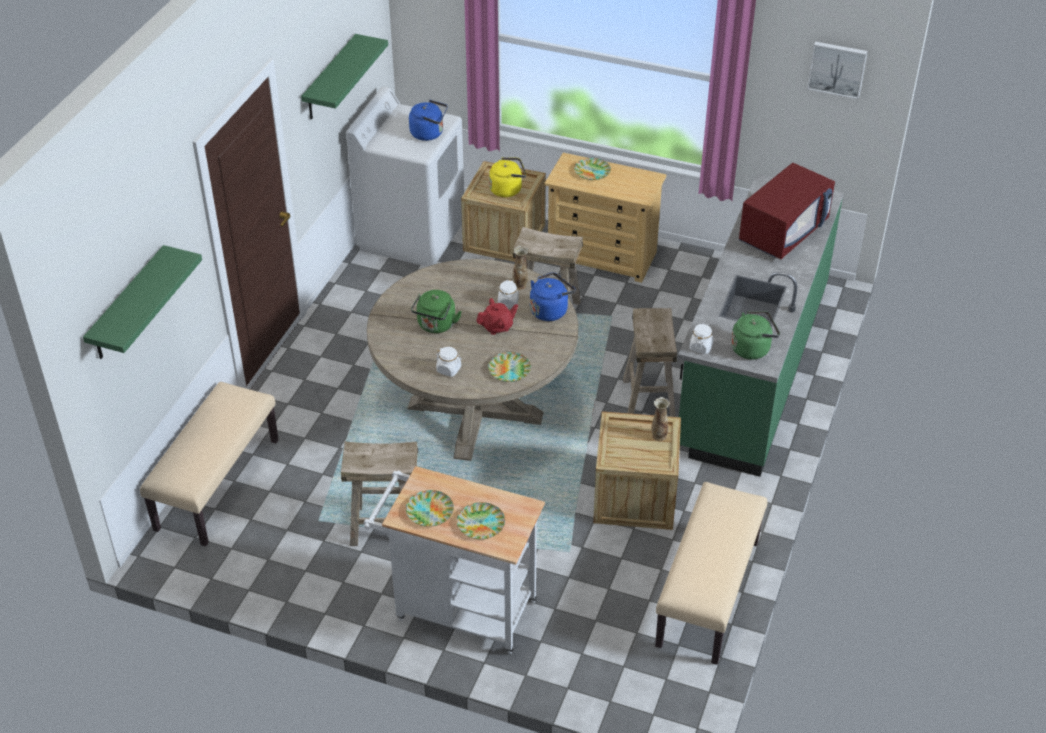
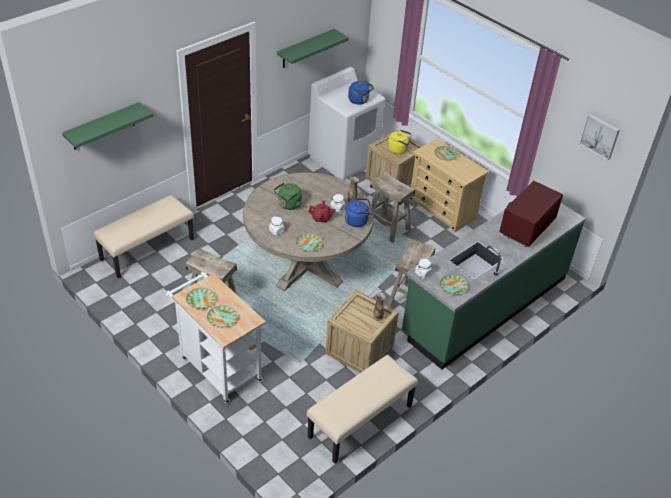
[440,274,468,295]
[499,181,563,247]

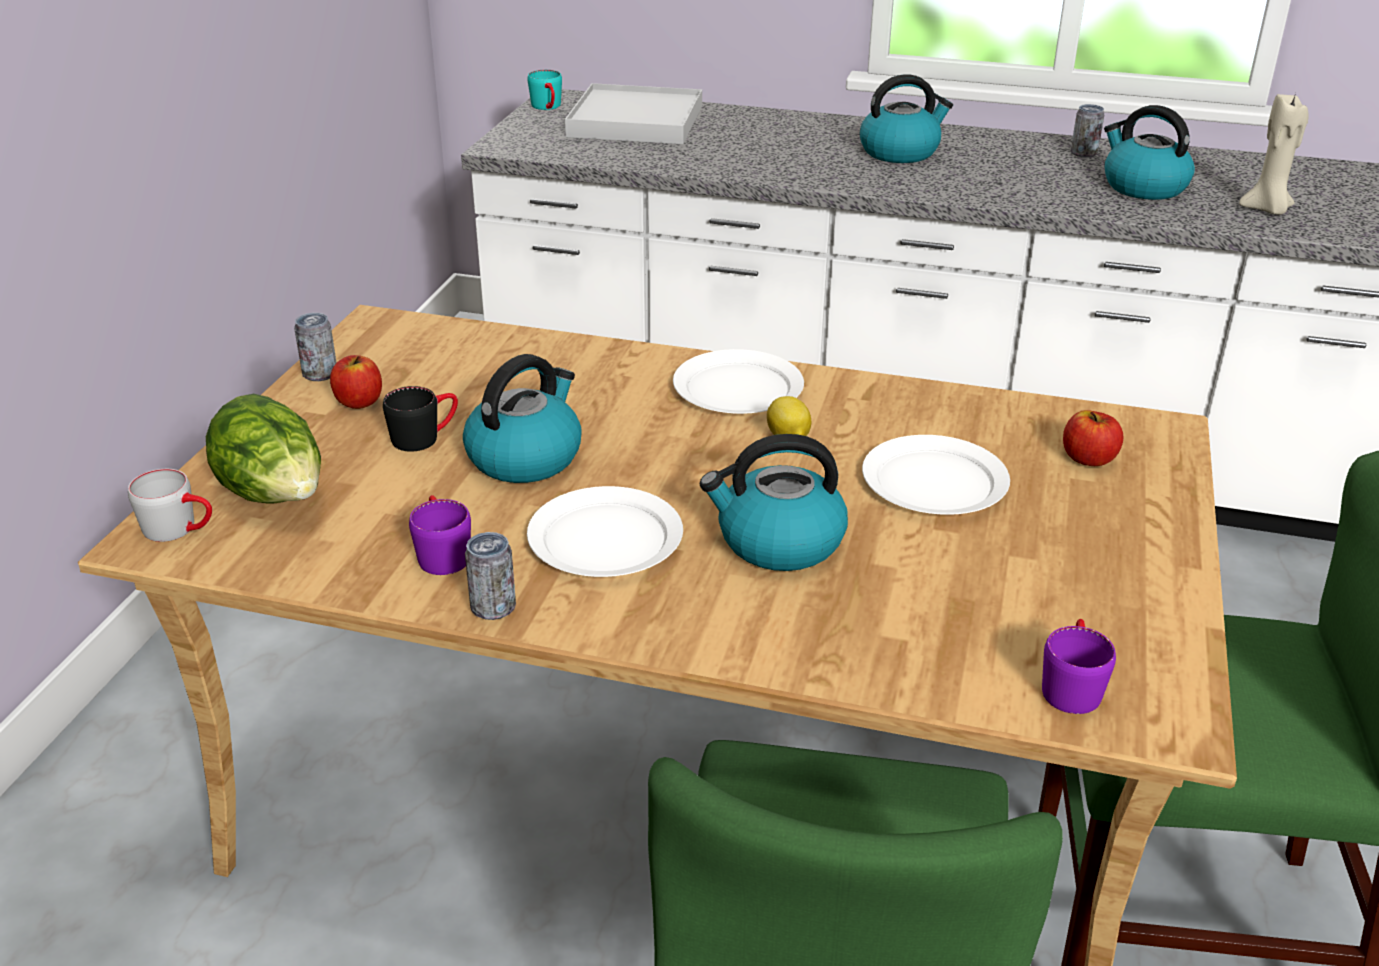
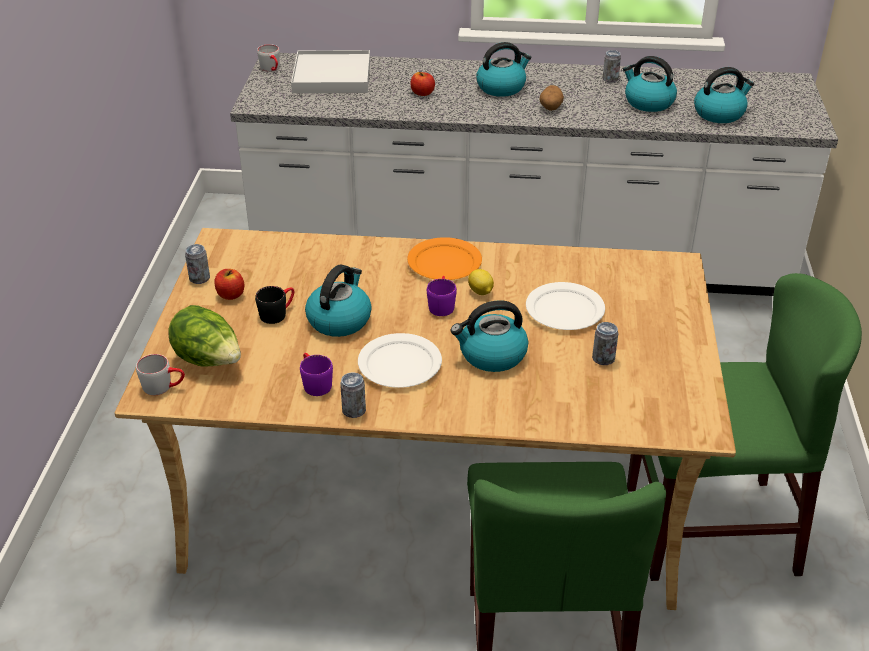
[539,85,564,111]
[592,322,618,365]
[427,276,457,316]
[410,72,435,96]
[694,67,754,123]
[257,44,280,72]
[407,237,482,280]

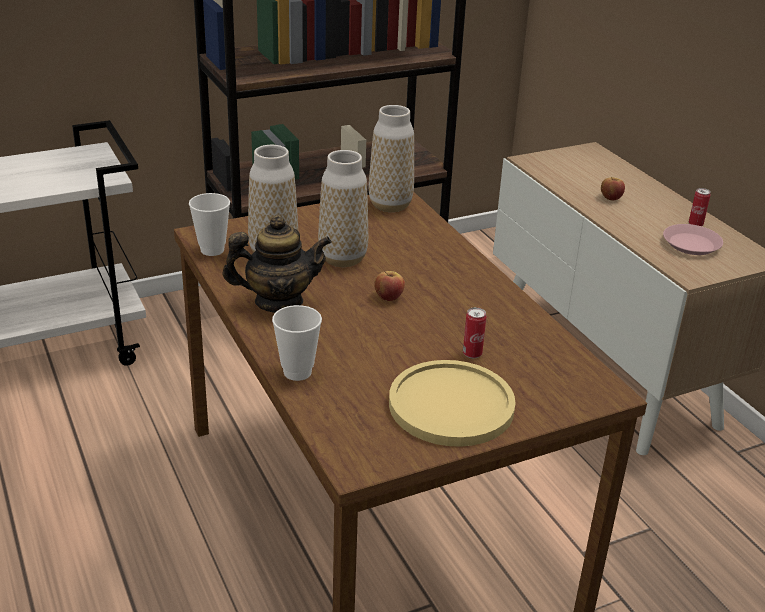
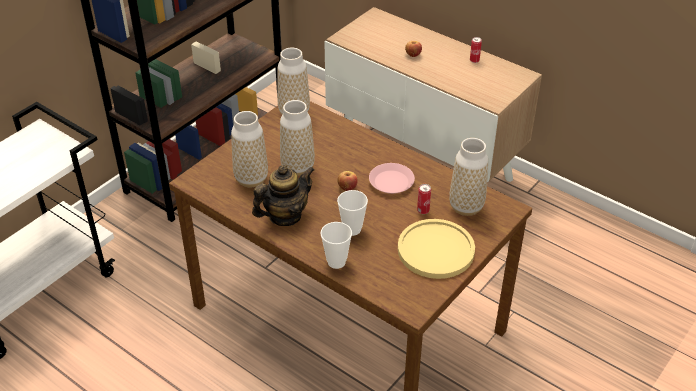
[449,138,488,216]
[337,190,368,236]
[369,163,415,194]

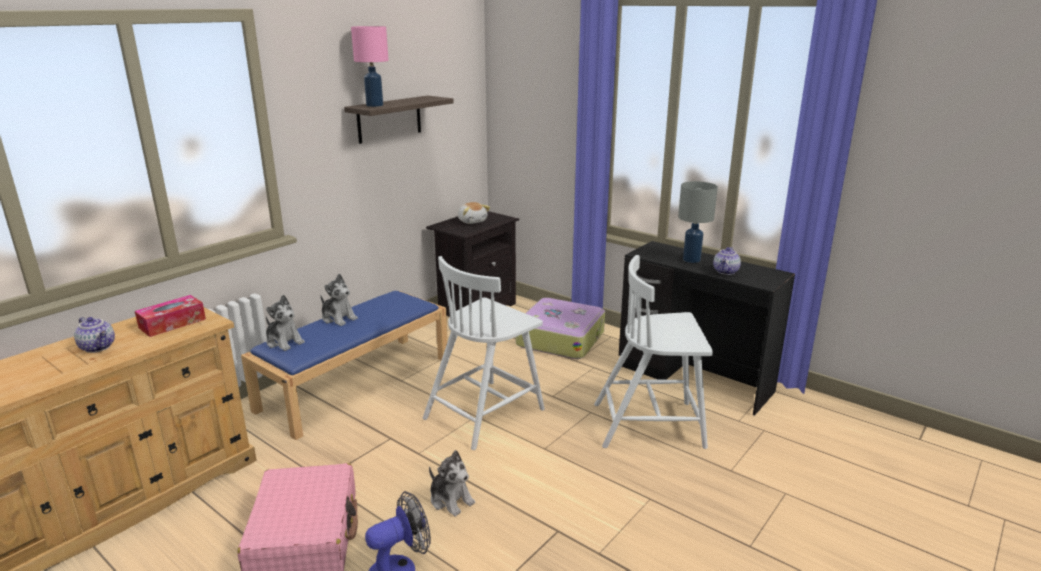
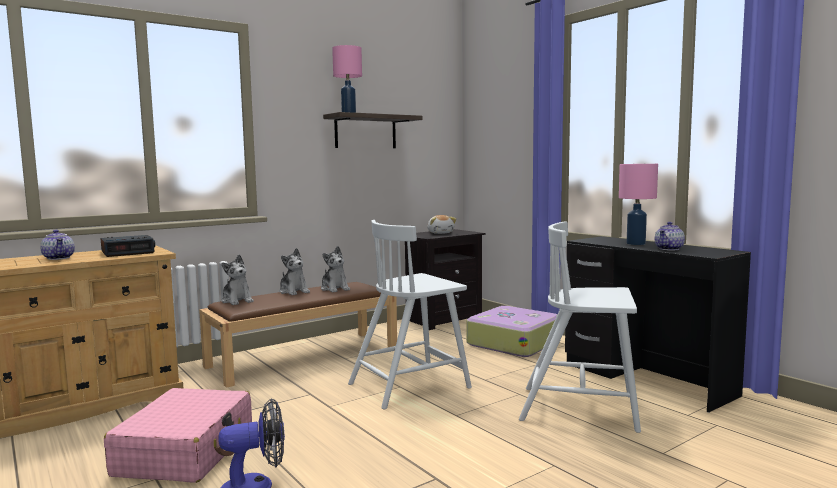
[321,246,350,292]
[101,235,155,257]
[199,282,397,388]
[619,164,658,245]

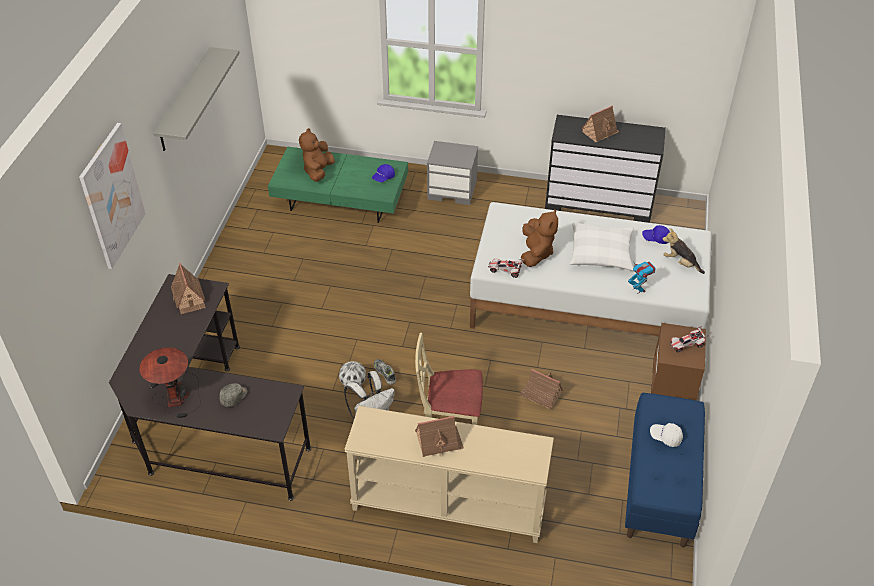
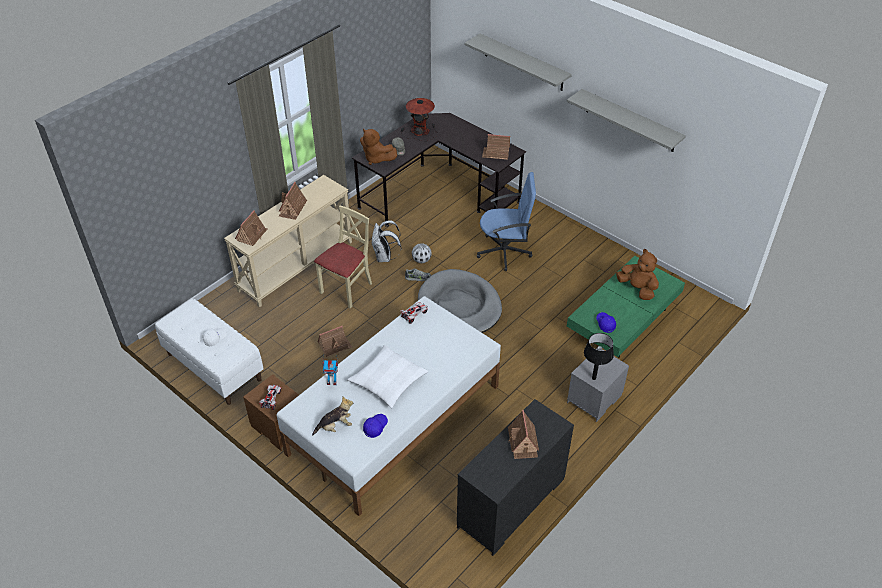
[235,210,268,246]
[418,269,502,333]
[477,172,536,271]
[584,333,614,380]
[360,129,397,165]
[465,33,572,91]
[155,299,264,405]

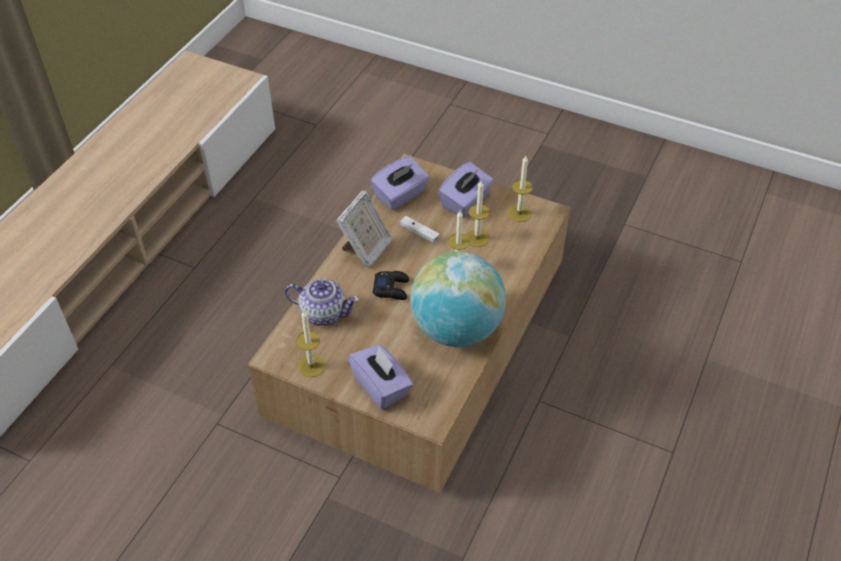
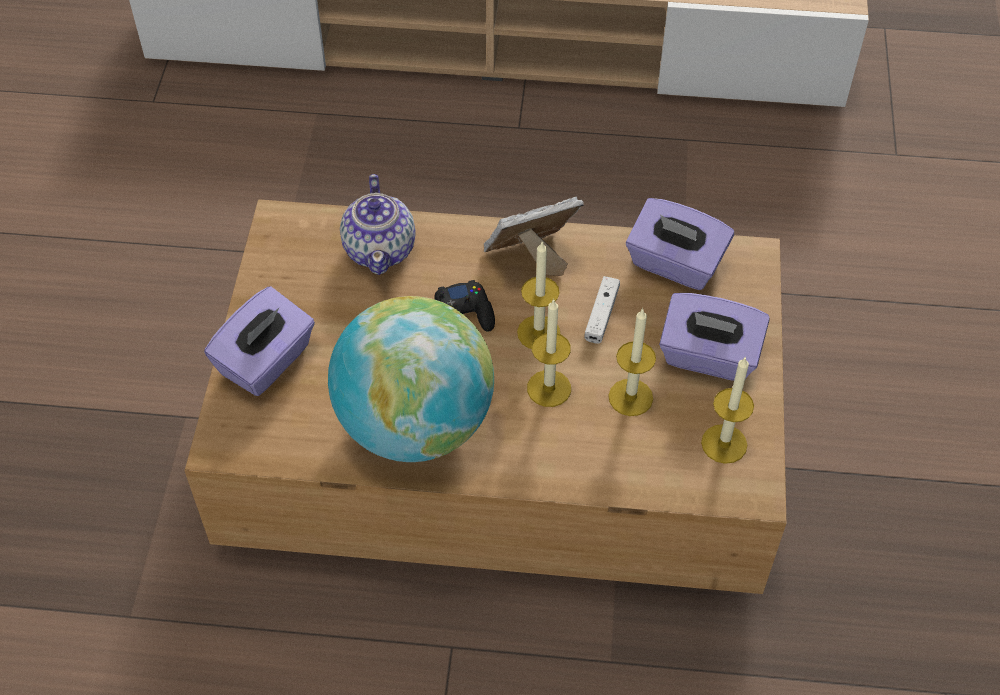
[517,242,560,349]
[484,196,584,276]

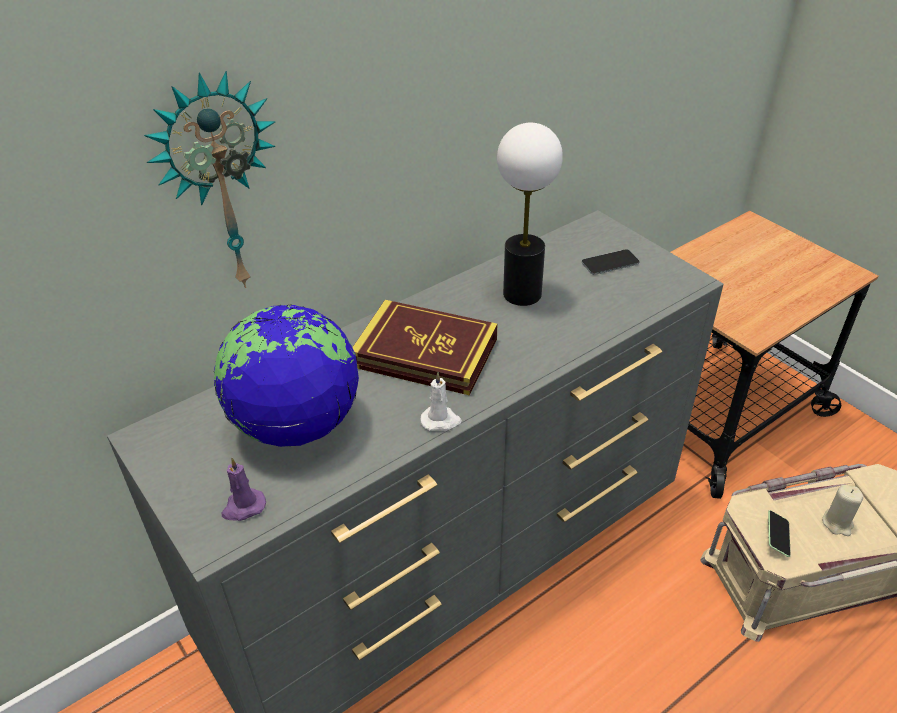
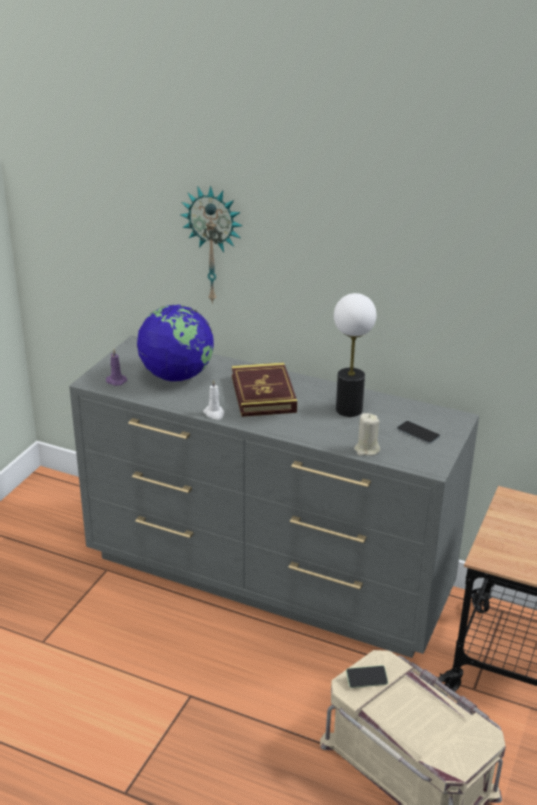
[354,413,380,456]

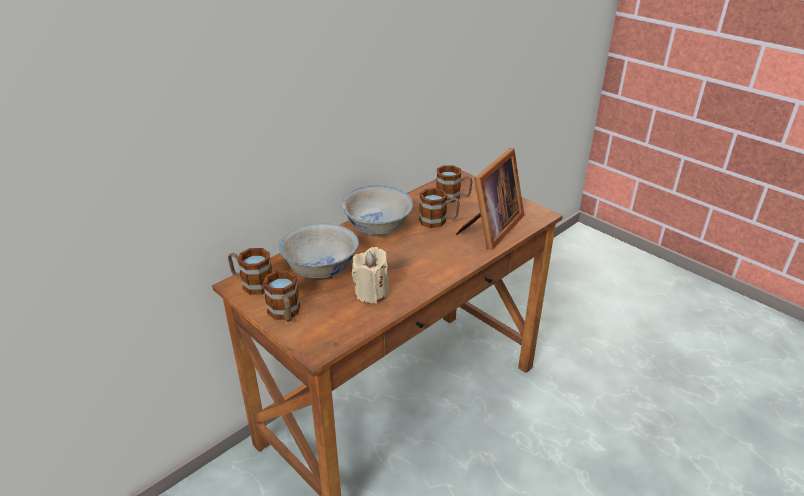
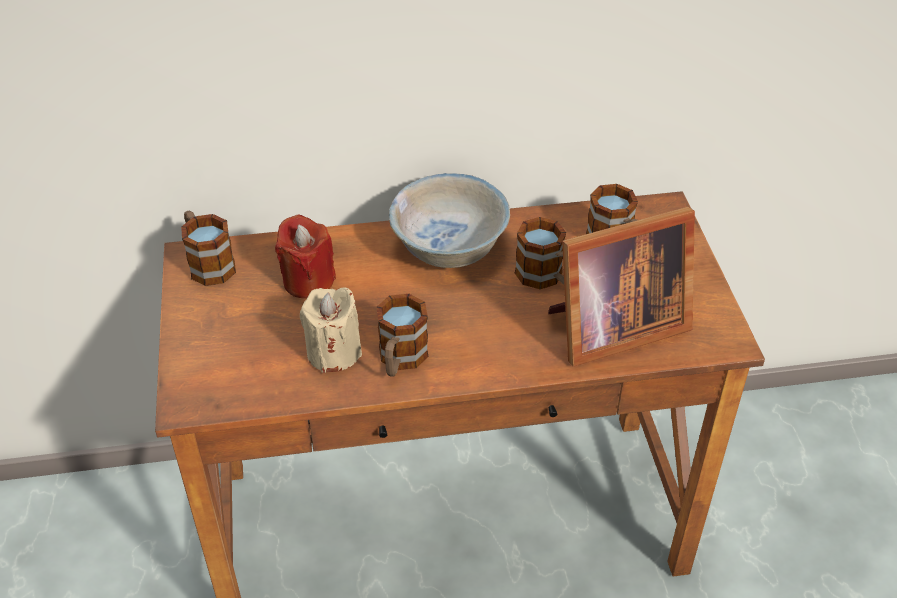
[376,294,428,377]
[275,214,336,299]

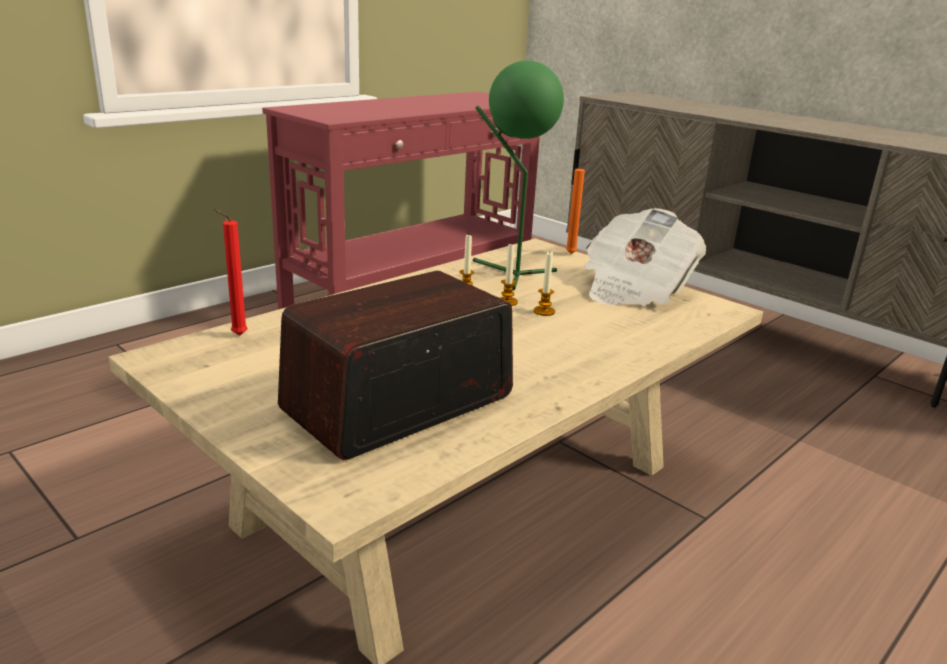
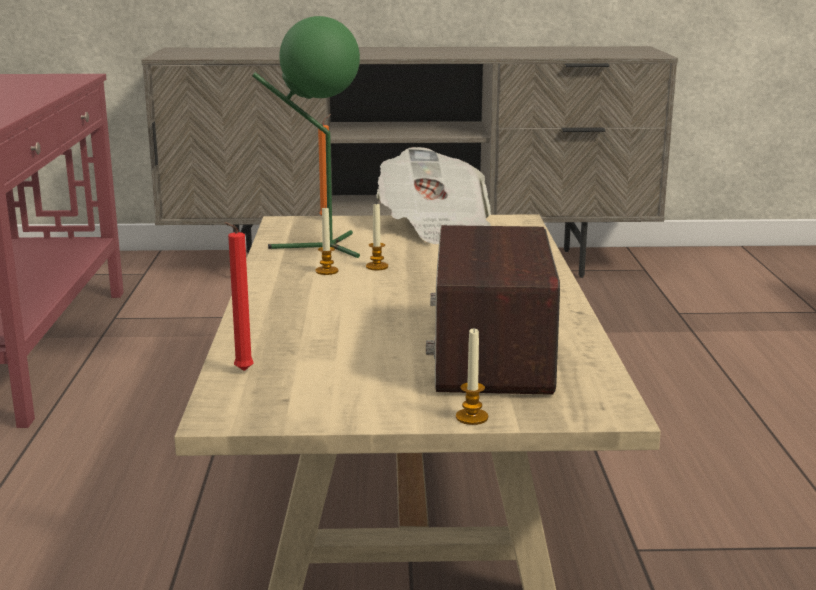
[456,328,488,425]

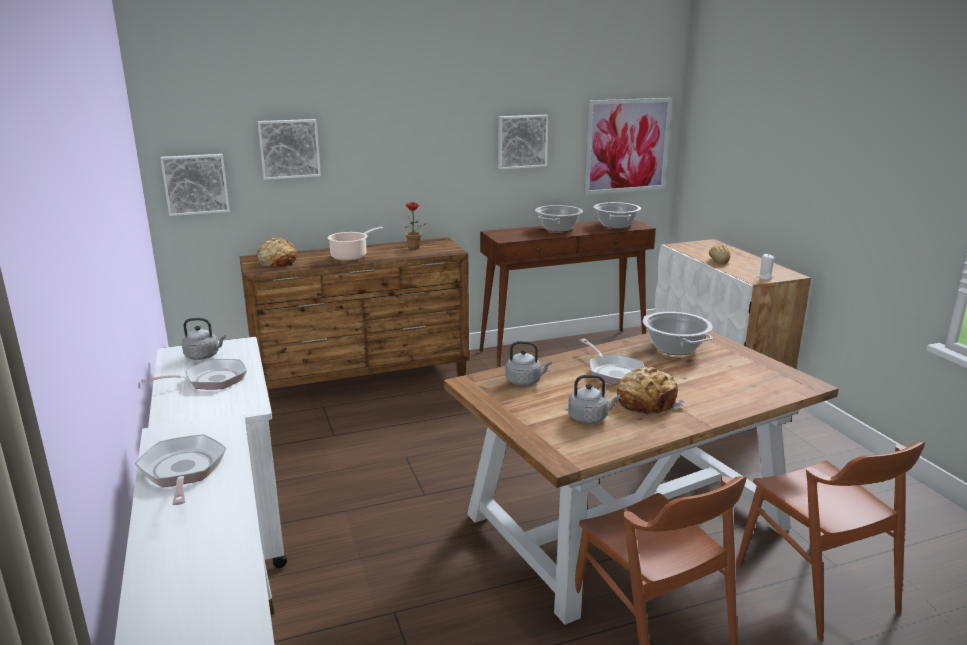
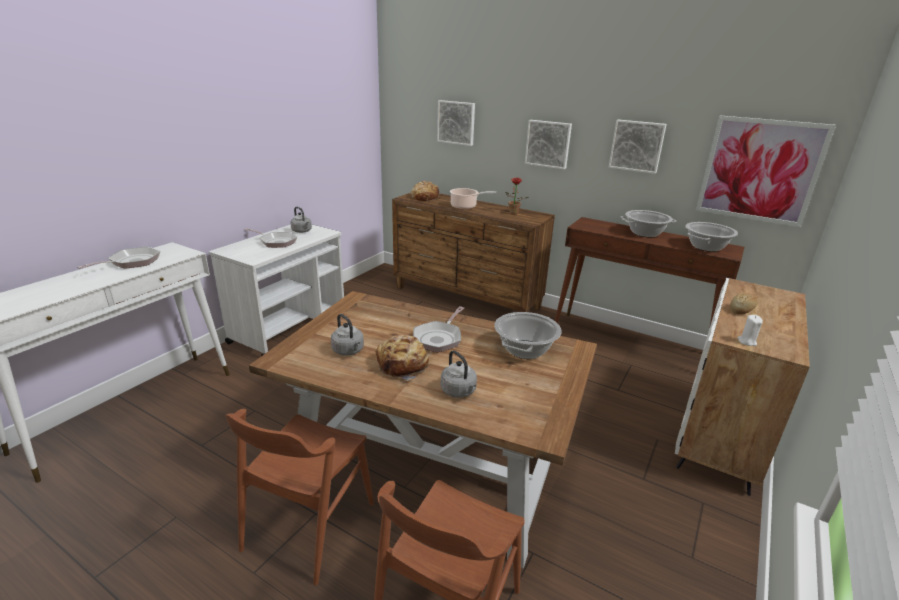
[525,120,572,169]
[441,350,477,398]

